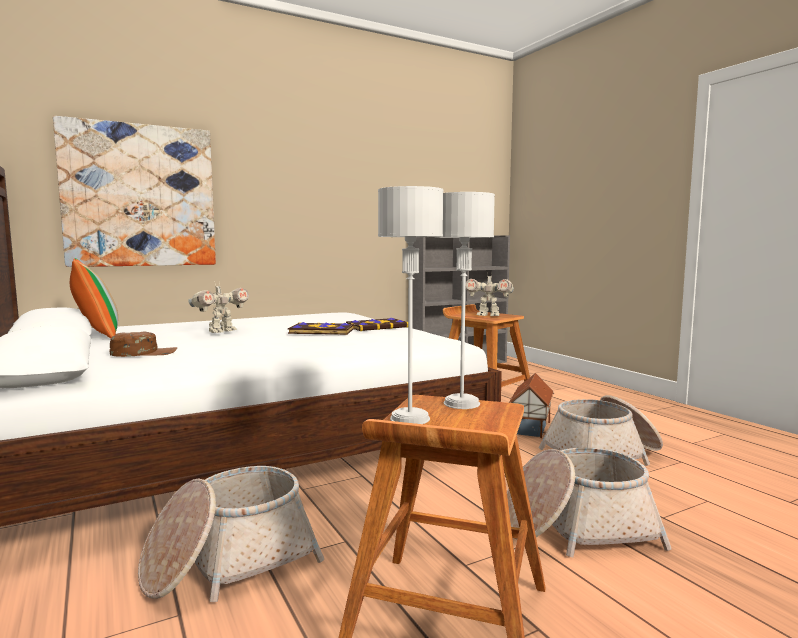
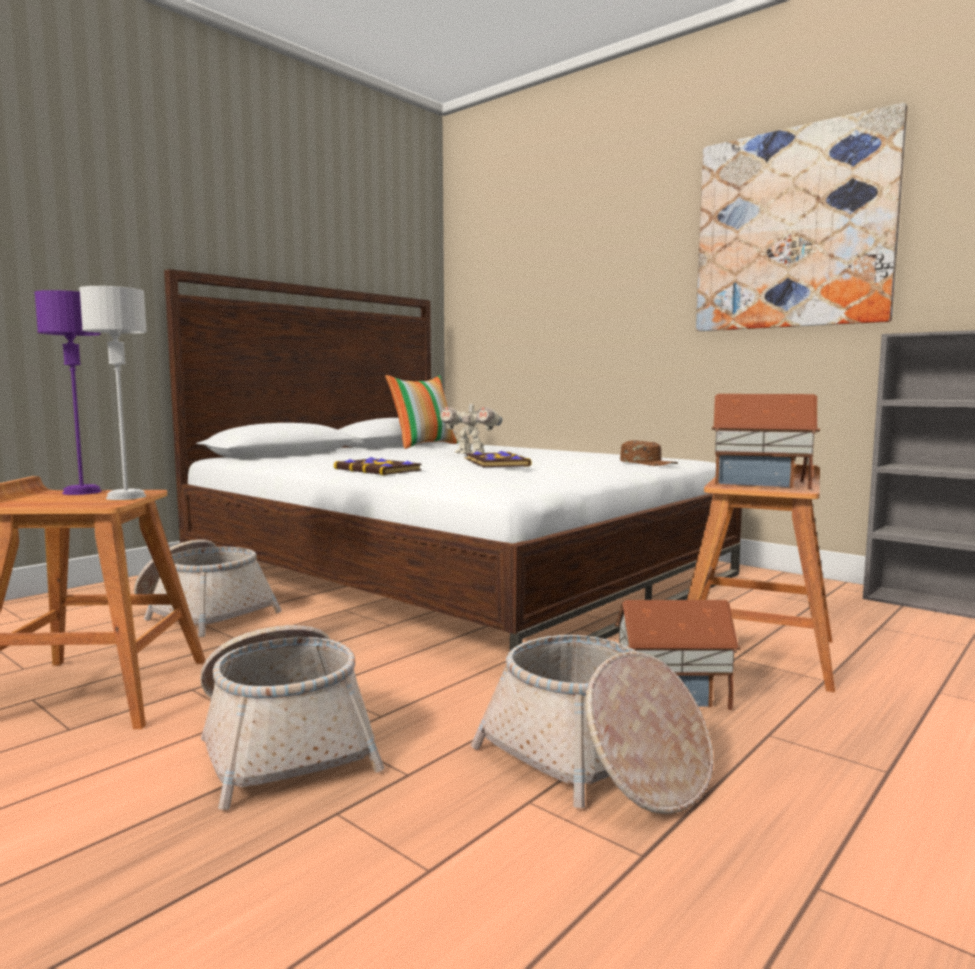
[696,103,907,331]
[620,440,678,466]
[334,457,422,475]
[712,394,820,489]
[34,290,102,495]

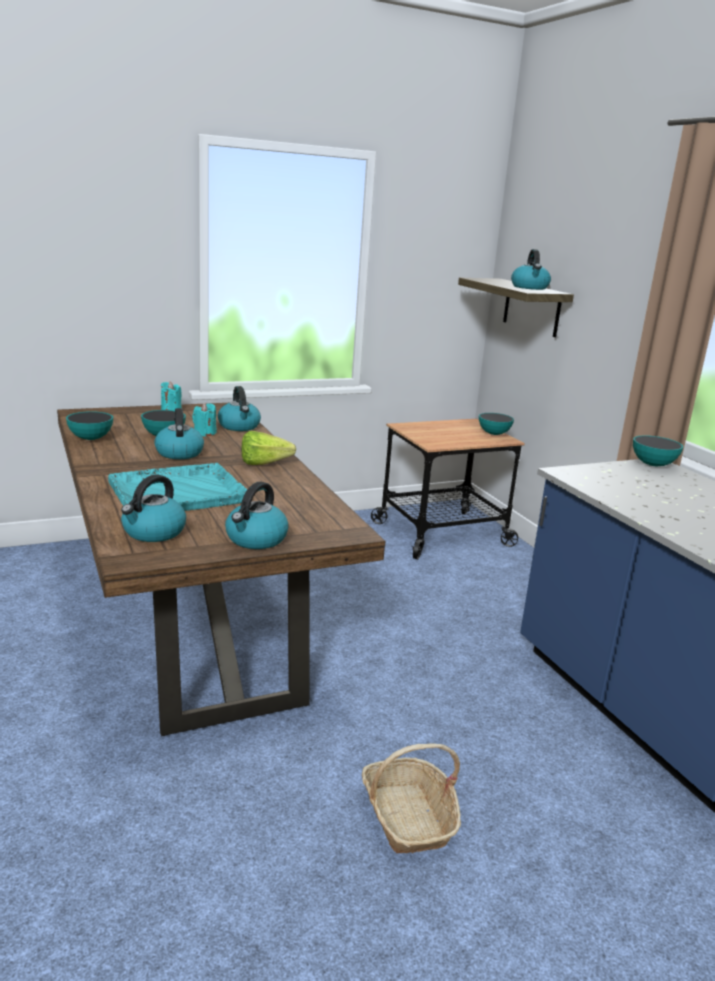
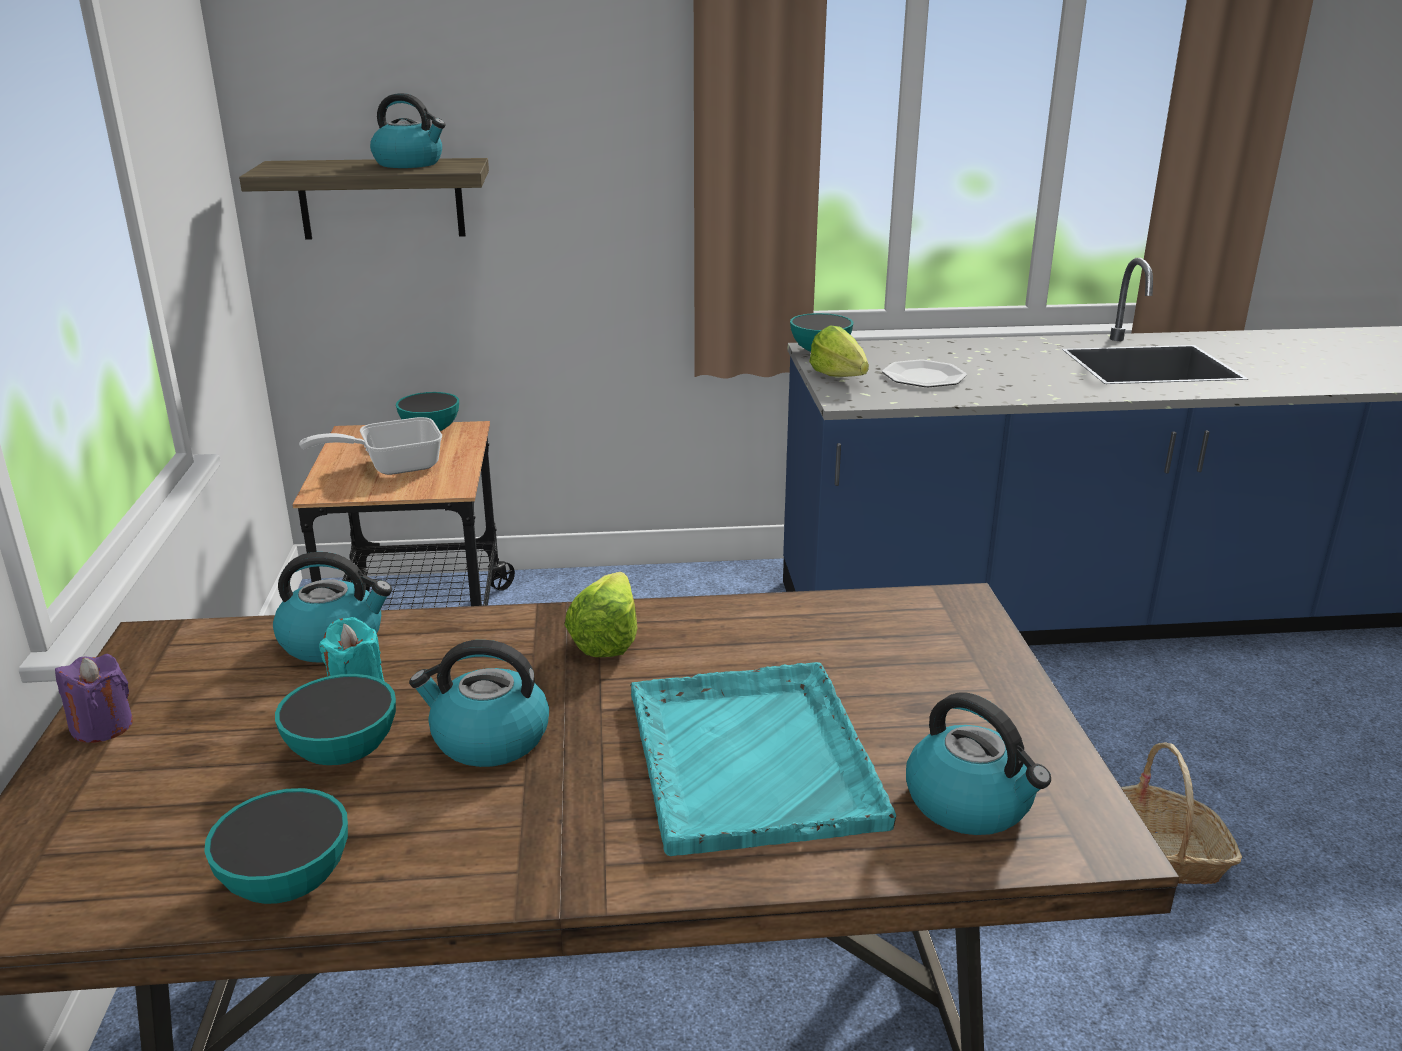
[225,482,289,549] (first image)
[299,417,442,475]
[809,325,869,377]
[882,359,967,387]
[55,654,133,743]

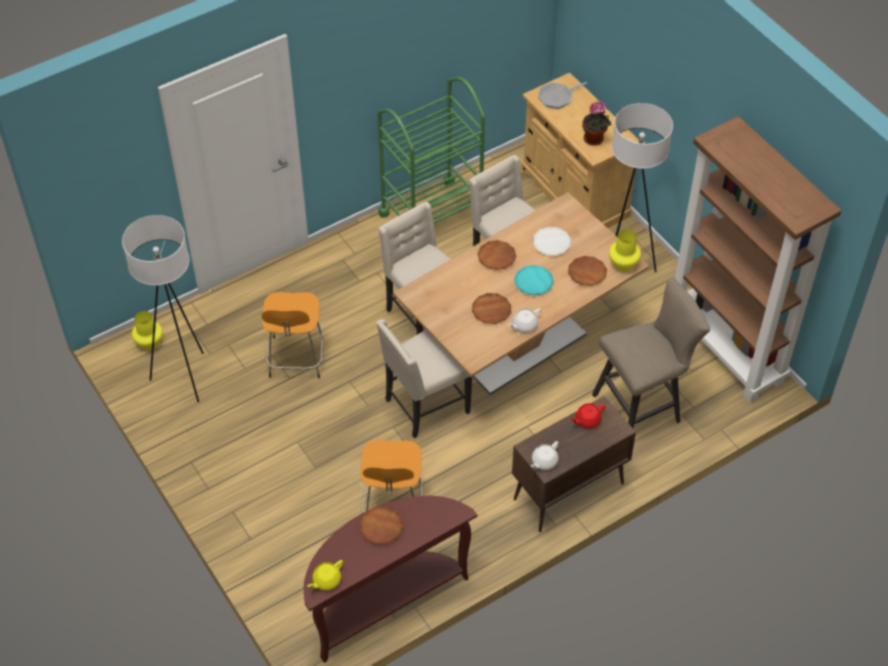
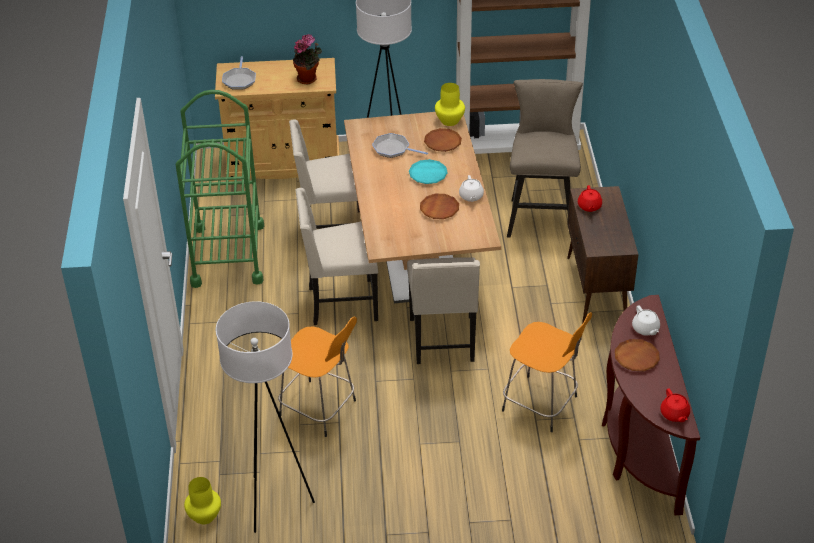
[477,240,516,270] (first image)
[632,305,660,336]
[372,133,428,158]
[660,388,690,422]

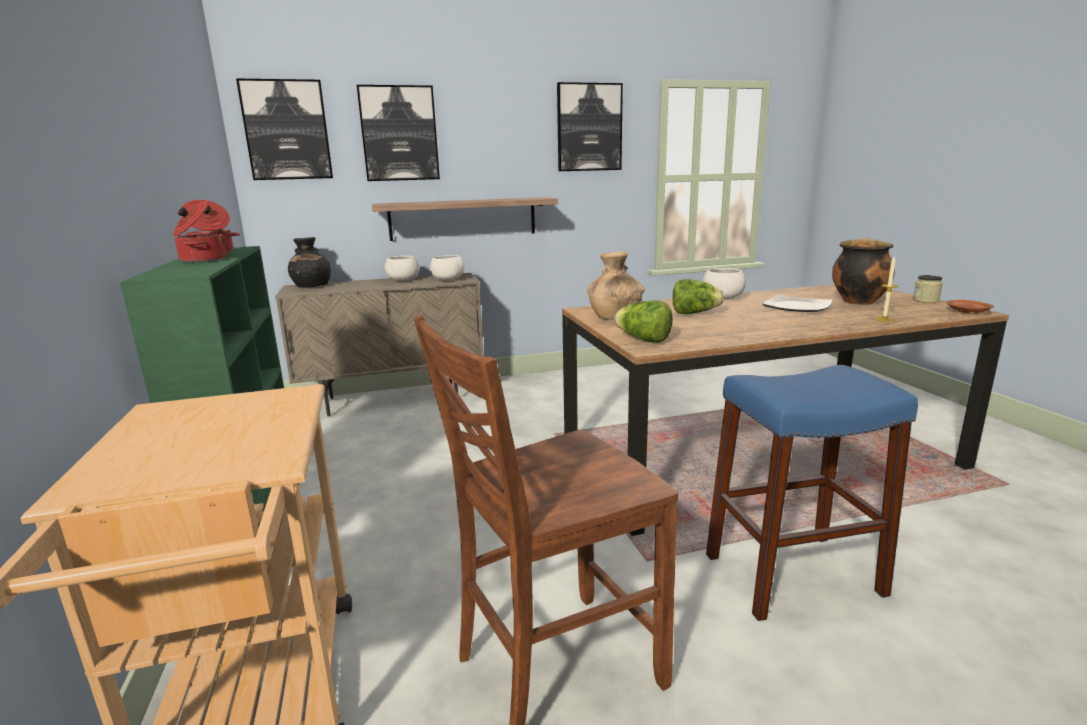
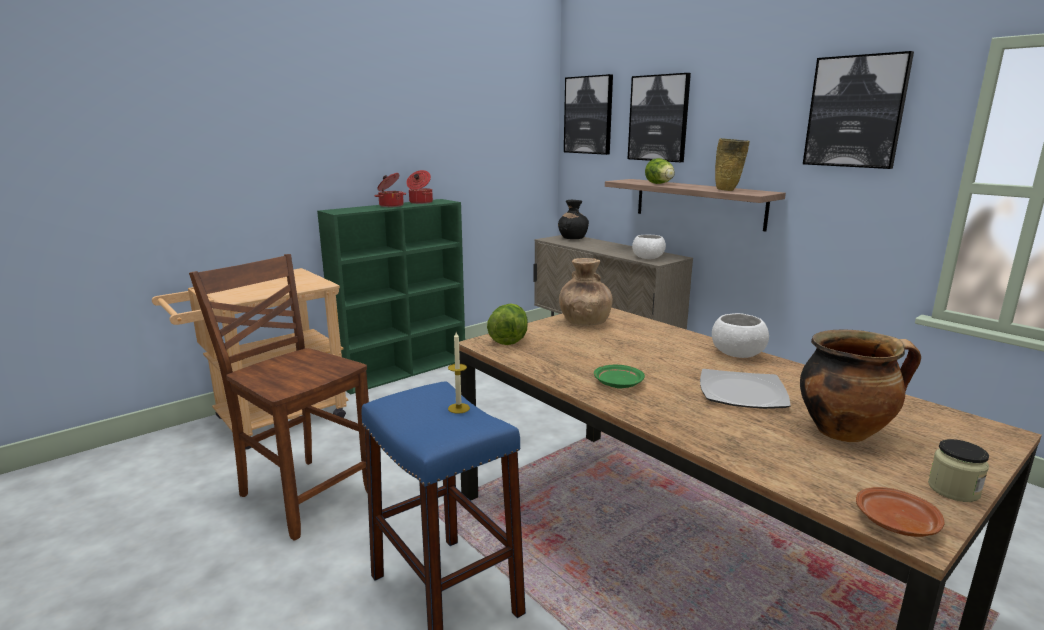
[385,255,420,281] (first image)
[594,365,645,389]
[715,138,750,191]
[645,158,675,184]
[448,332,470,414]

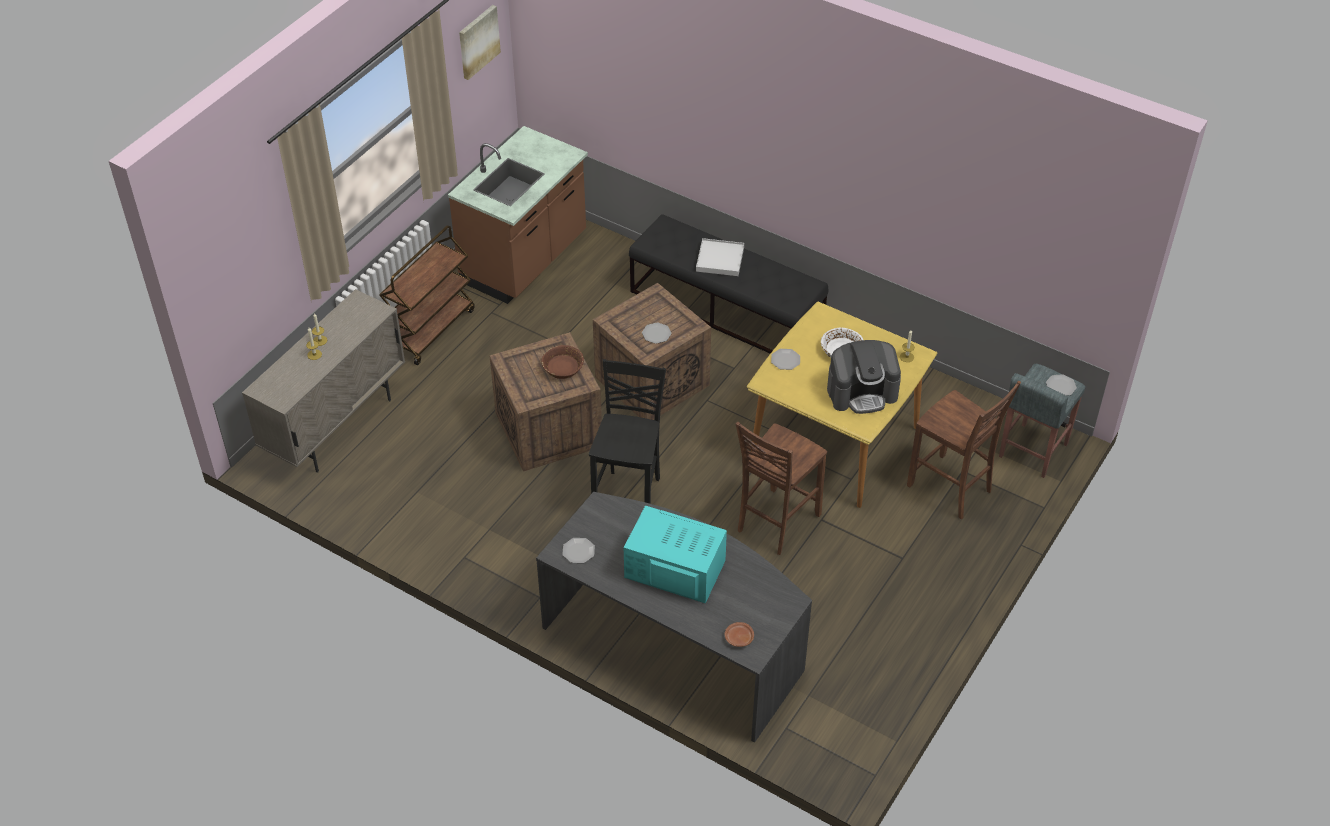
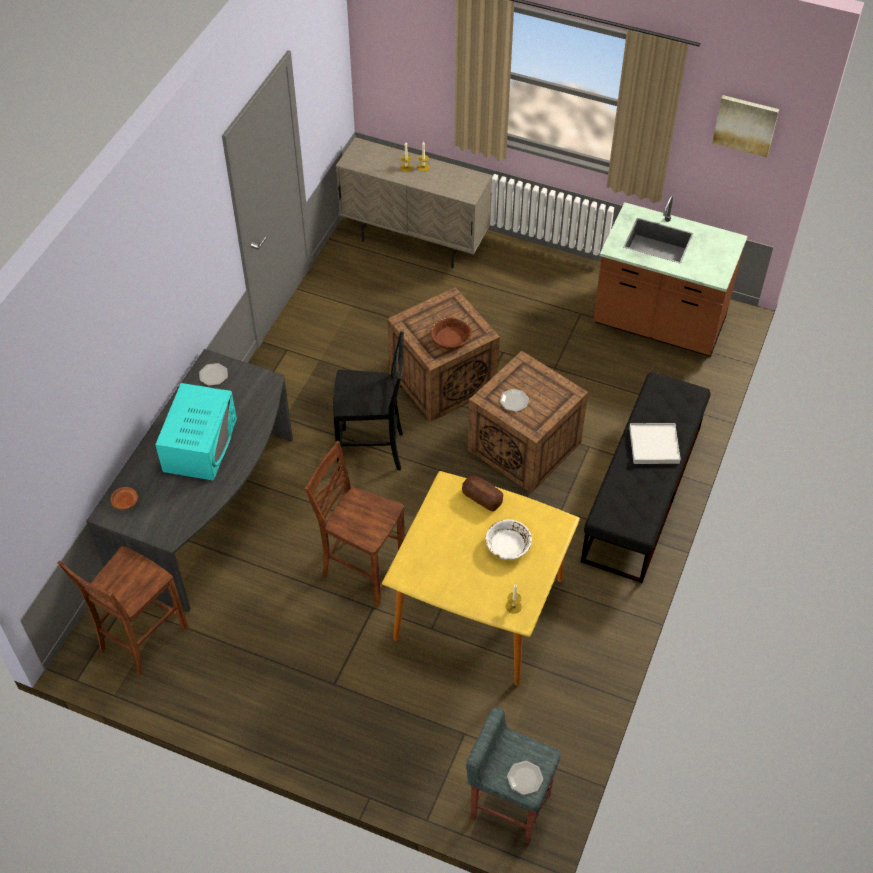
[379,225,475,365] (first image)
[827,340,901,414] (first image)
[58,546,189,676]
[462,475,503,512]

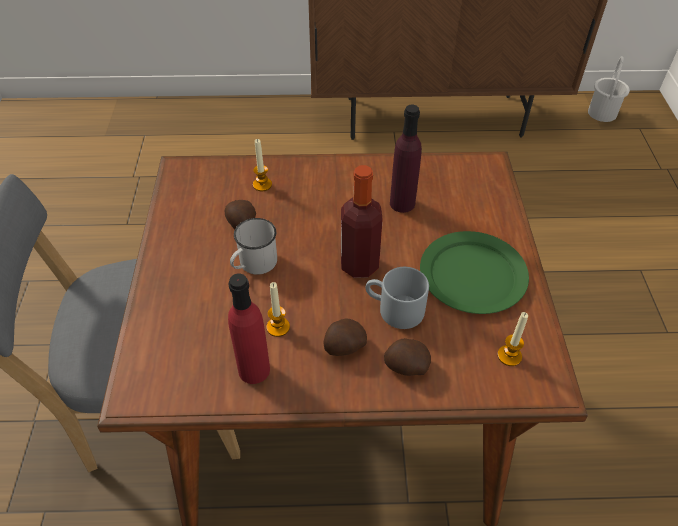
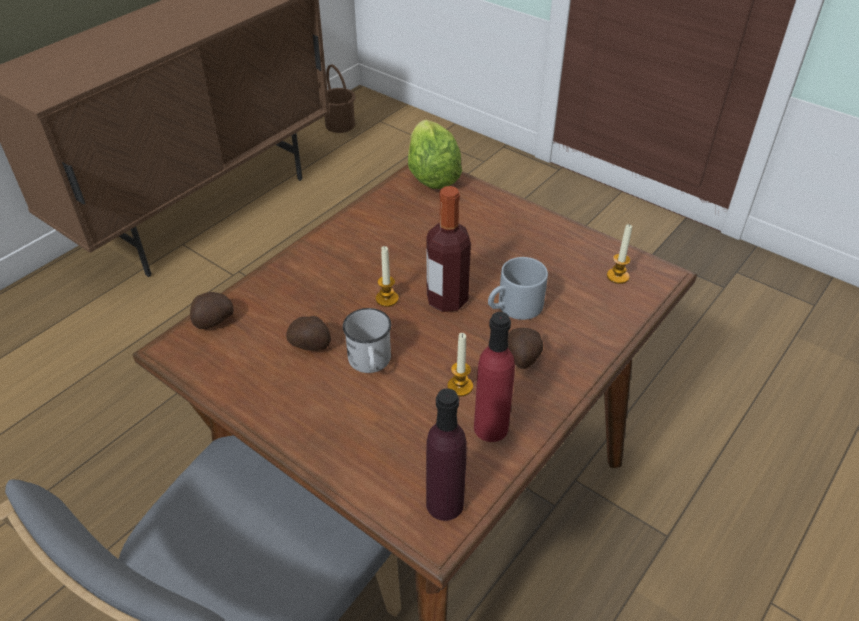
[420,231,529,314] (first image)
[408,120,462,189]
[376,246,399,307]
[190,292,234,329]
[426,388,467,521]
[325,65,355,133]

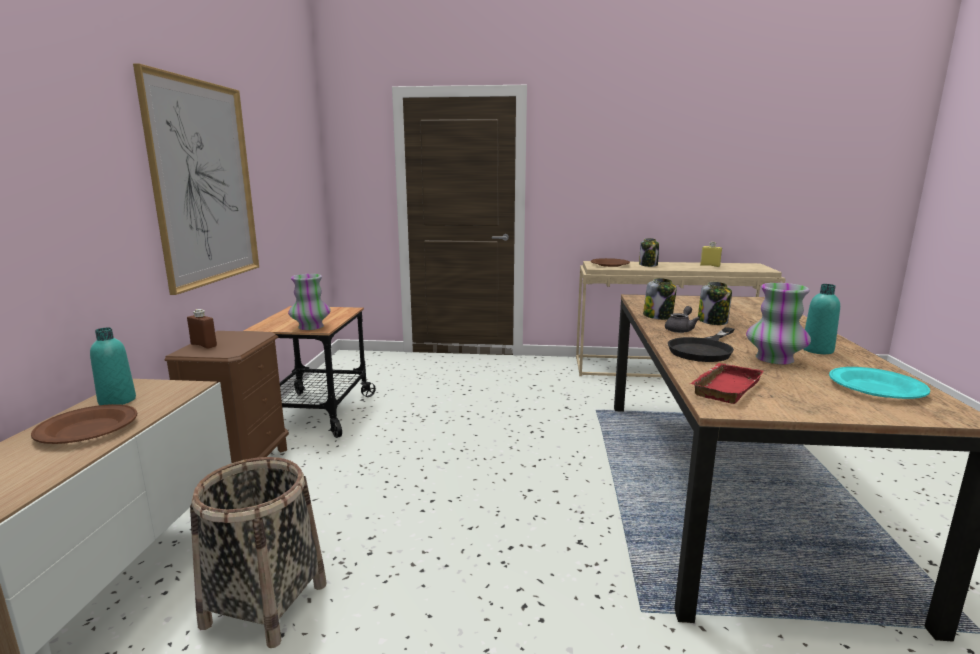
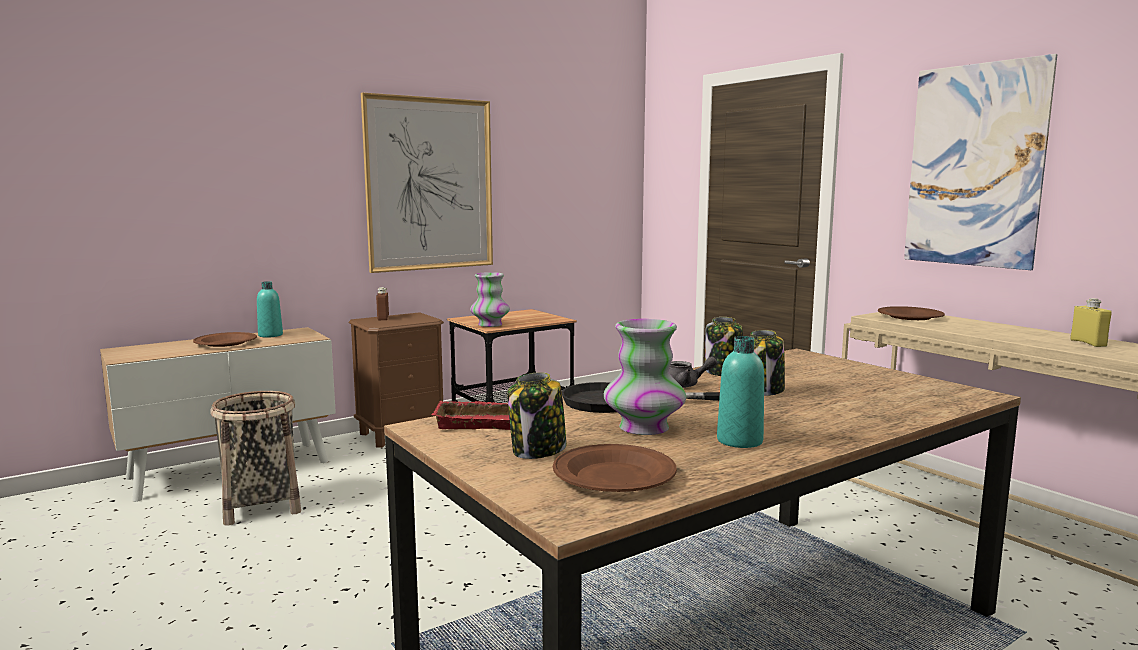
[904,54,1057,270]
[507,372,567,459]
[553,444,677,492]

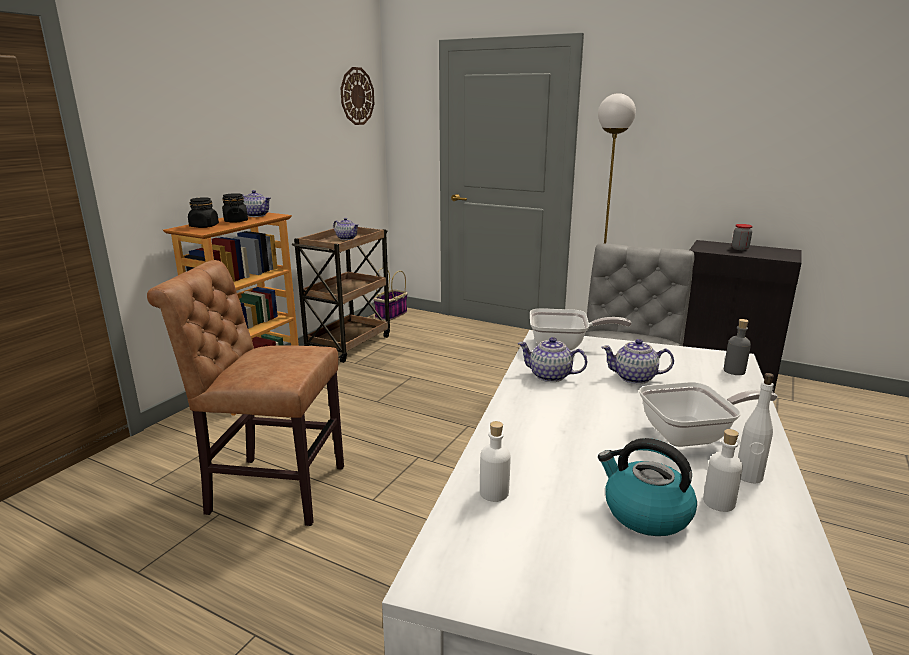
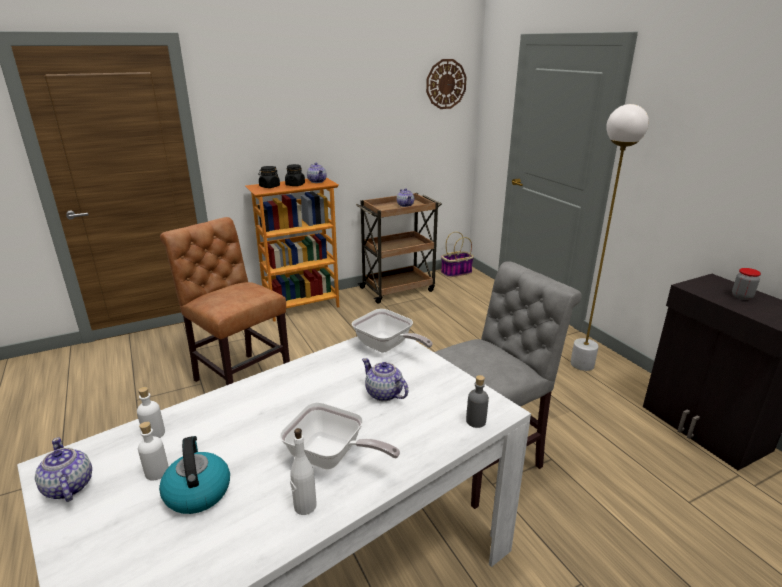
[35,437,92,502]
[138,421,169,481]

